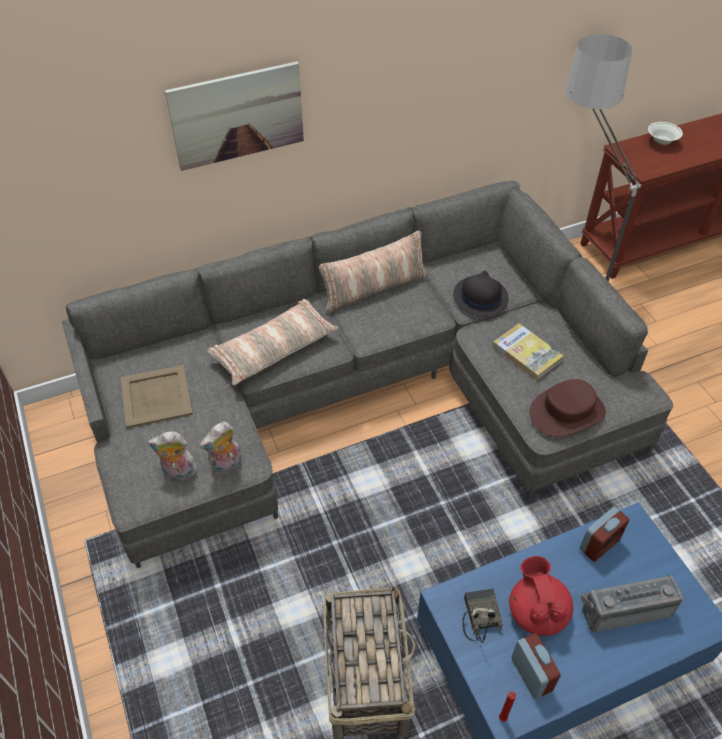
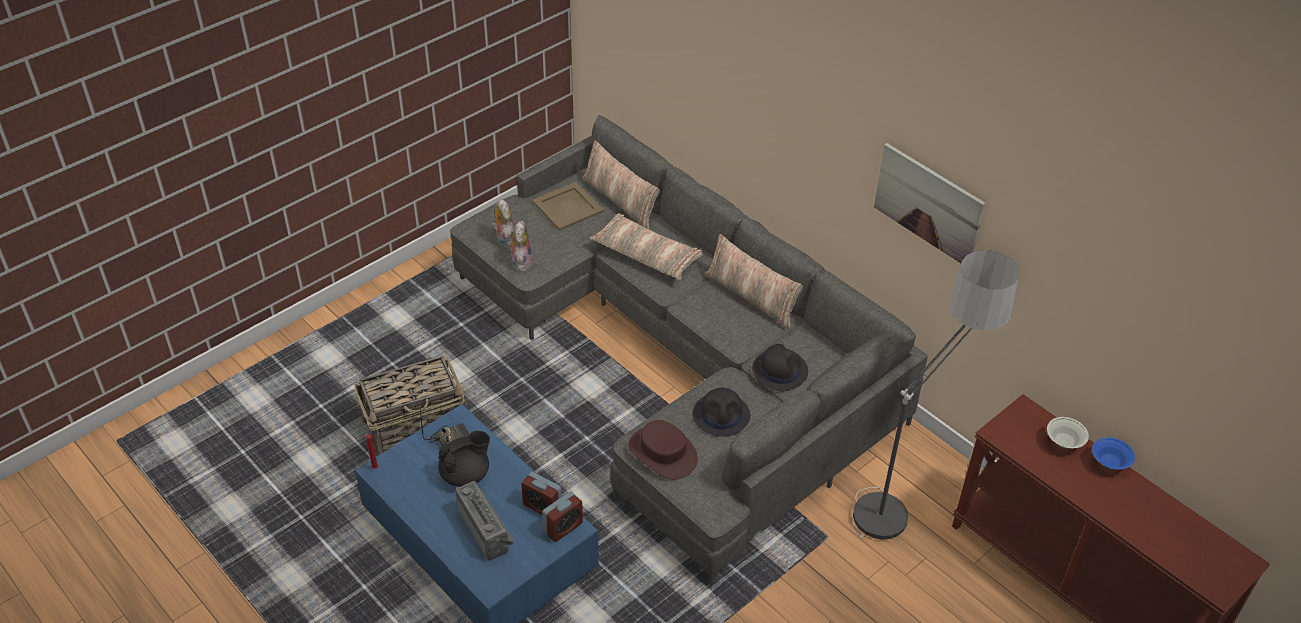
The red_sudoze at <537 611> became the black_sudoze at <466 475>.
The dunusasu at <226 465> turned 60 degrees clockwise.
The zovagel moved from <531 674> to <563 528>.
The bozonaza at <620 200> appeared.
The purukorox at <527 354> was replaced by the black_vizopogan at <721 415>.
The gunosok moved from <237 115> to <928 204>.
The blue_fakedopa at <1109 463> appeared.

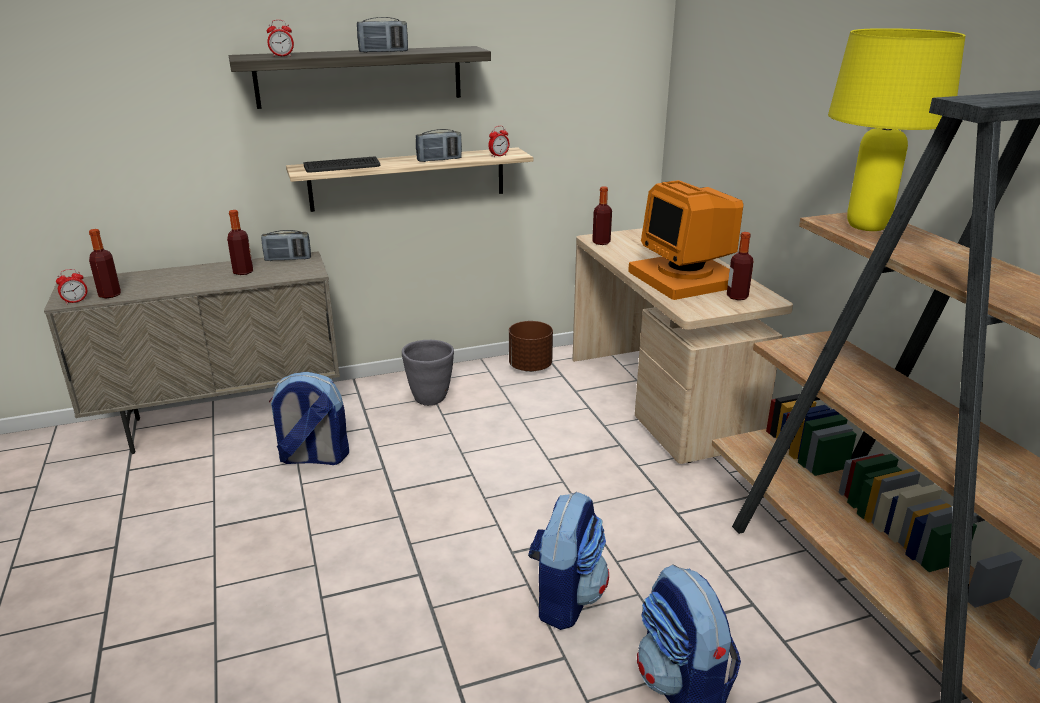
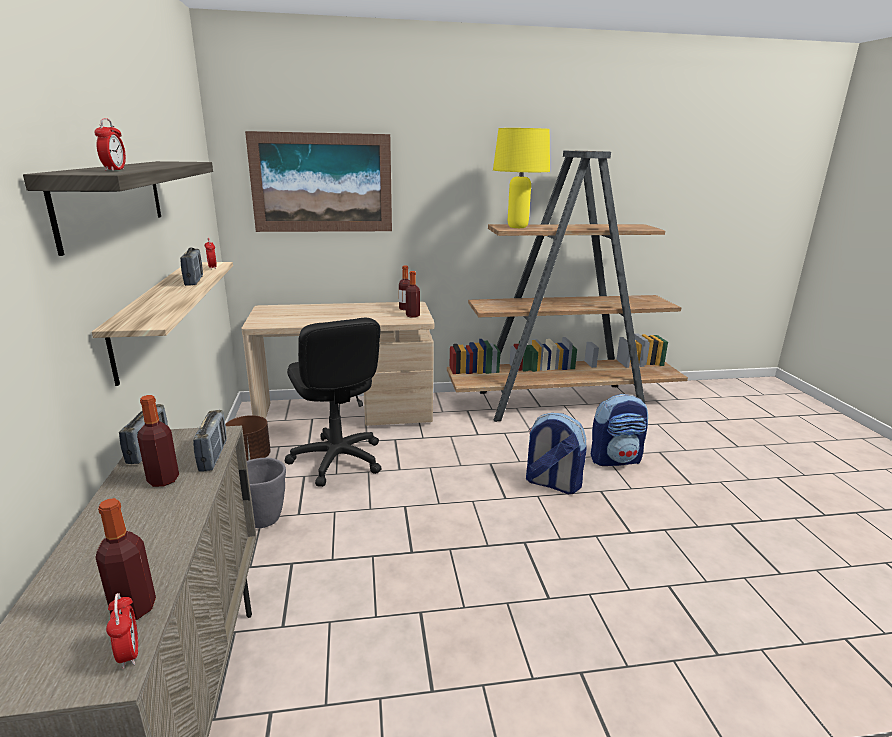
The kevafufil moved from <383 52> to <213 456>.
The gunosok at <322 183> appeared.
The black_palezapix at <337 460> appeared.
The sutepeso moved from <601 242> to <412 316>.
The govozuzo at <313 457> disappeared.
The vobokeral at <342 166> disappeared.
The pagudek at <686 278> disappeared.

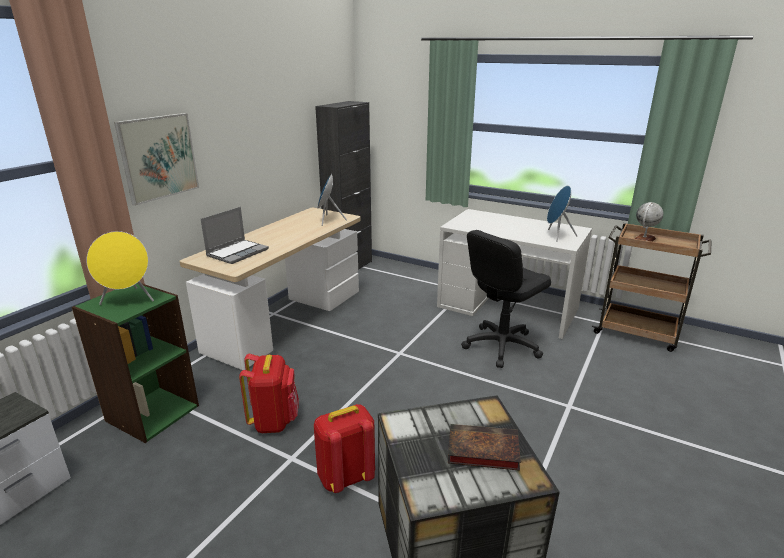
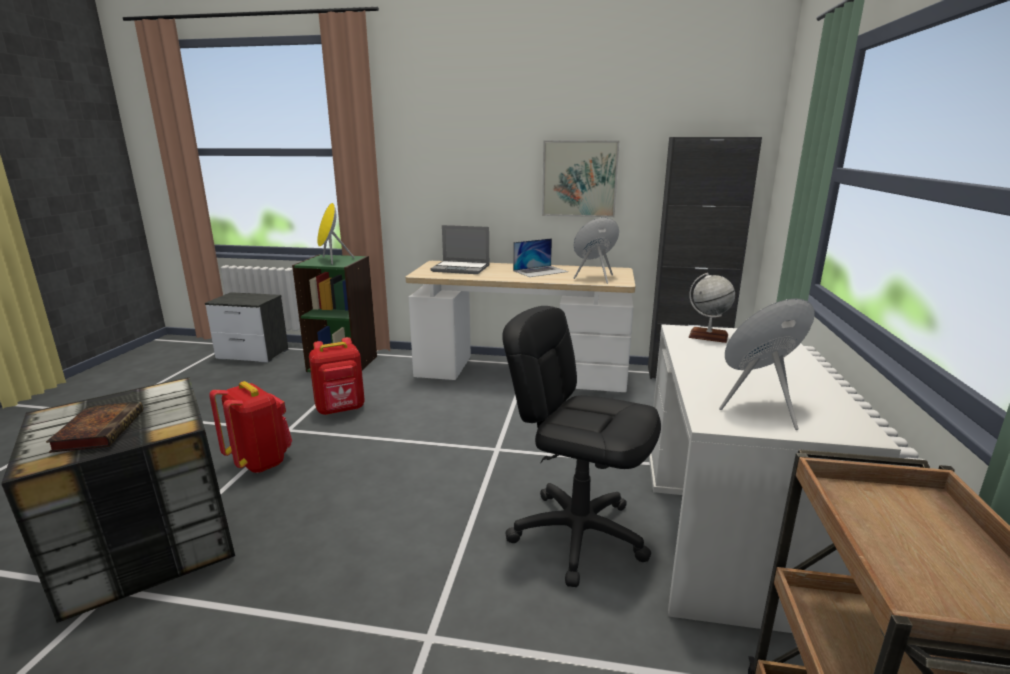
The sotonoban at <540 271> appeared.
The gunosok moved from <159 157> to <579 179>.
The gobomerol moved from <644 240> to <708 336>.

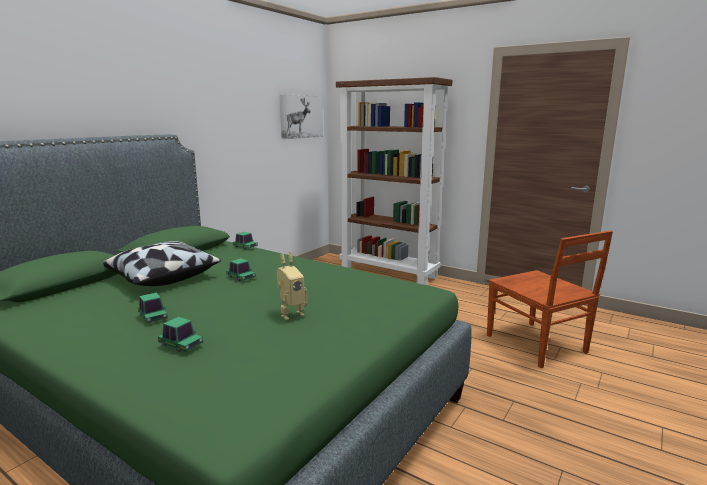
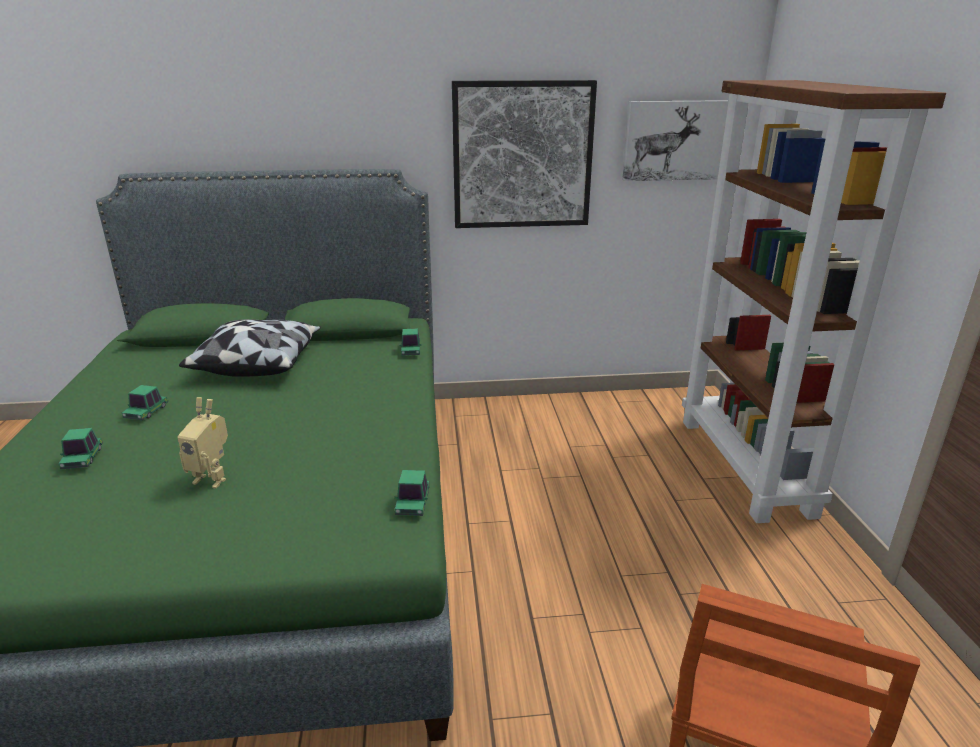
The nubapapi moved from <241 277> to <413 503>.
The gunosok at <522 155> appeared.

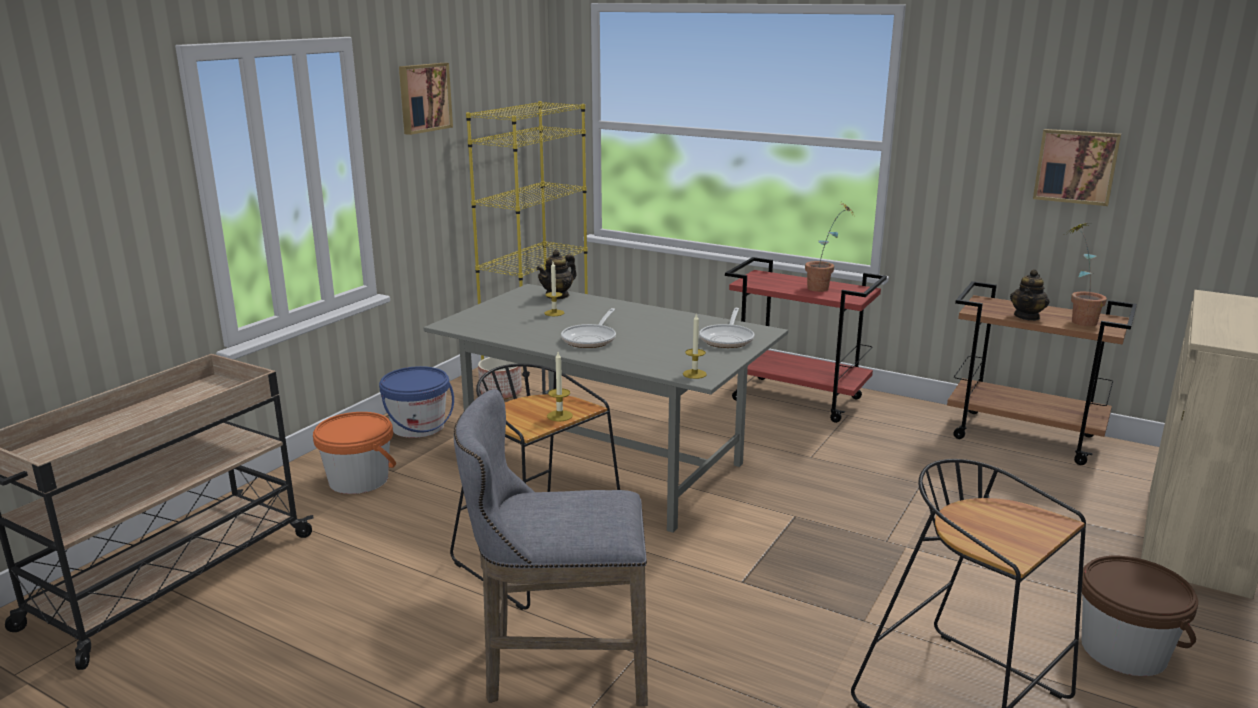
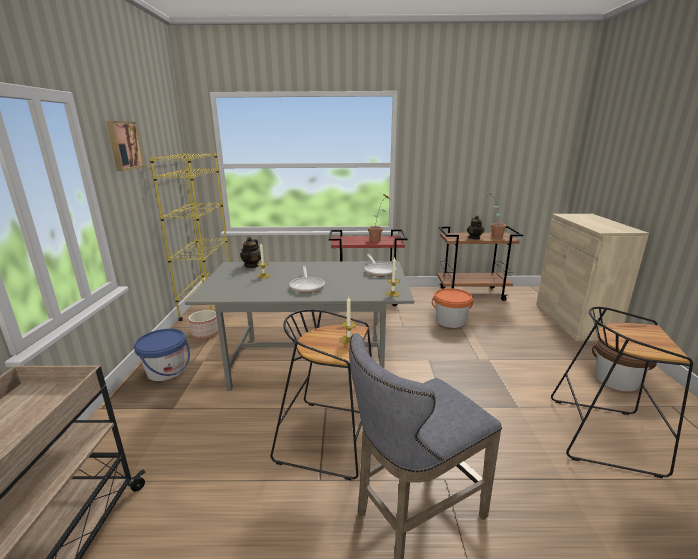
The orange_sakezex moved from <359 480> to <450 321>.
The gunosok at <1076 166> disappeared.

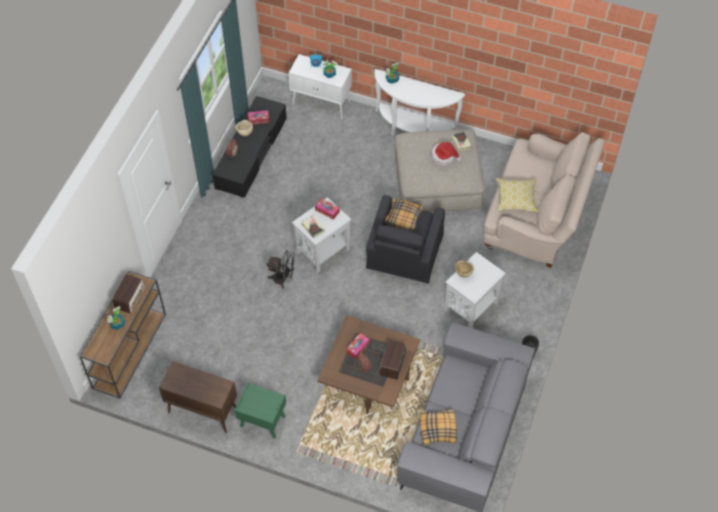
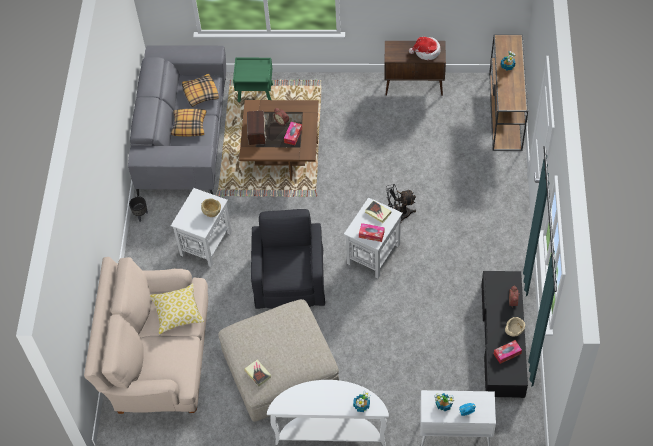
The bozonaza moved from <403 218> to <189 125>.
The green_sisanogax moved from <262 421> to <255 92>.
The vizopogan moved from <444 157> to <426 51>.
The kevafufil at <130 297> disappeared.

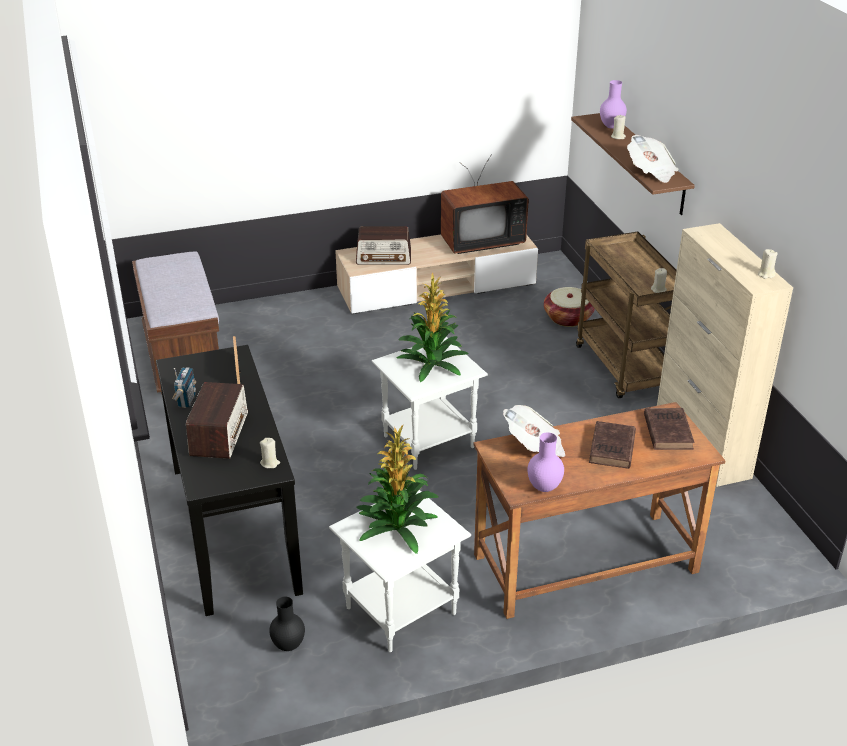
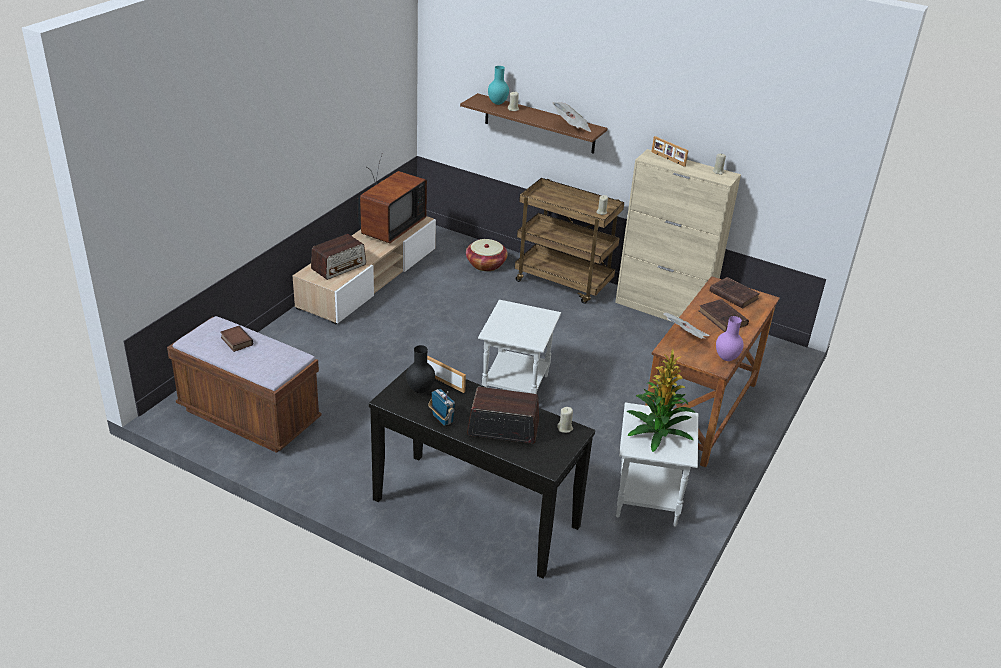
The purukorox at <235 341> appeared.
The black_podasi moved from <288 645> to <419 390>.
The kevafufil at <219 434> turned 45 degrees counterclockwise.
The purple_podasi at <612 127> became the turquoise_podasi at <498 103>.
The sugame at <667 159> appeared.
The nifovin at <433 365> disappeared.

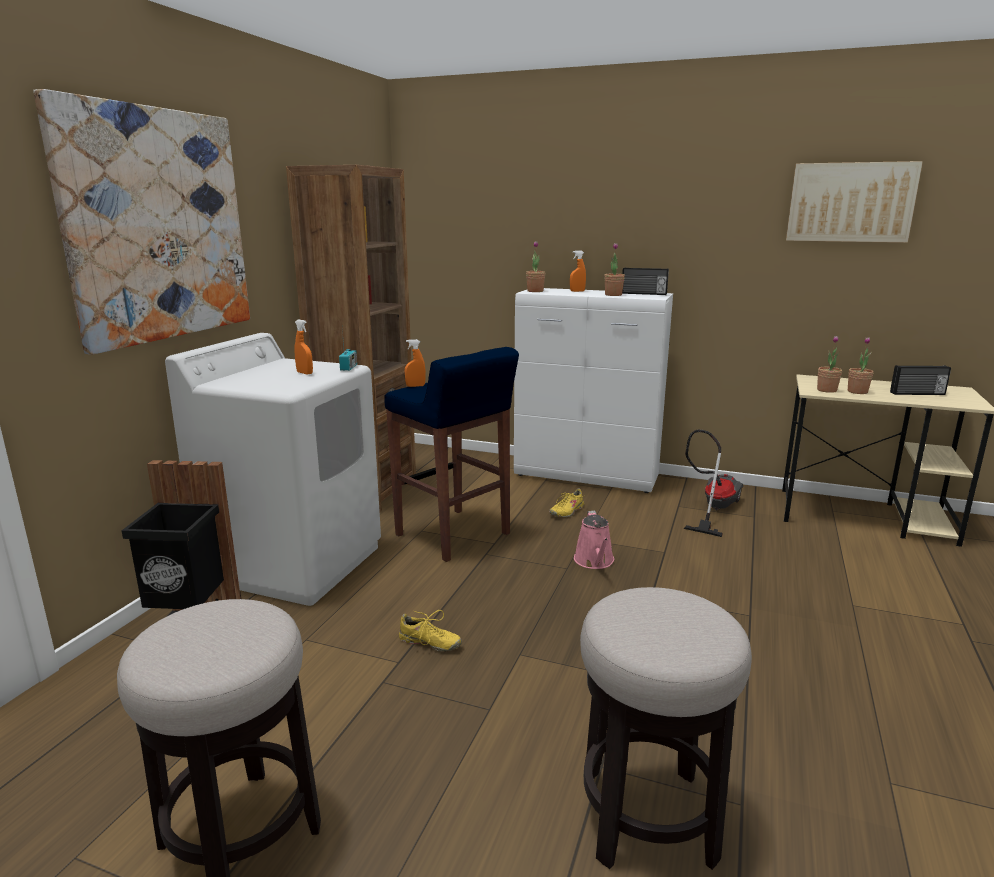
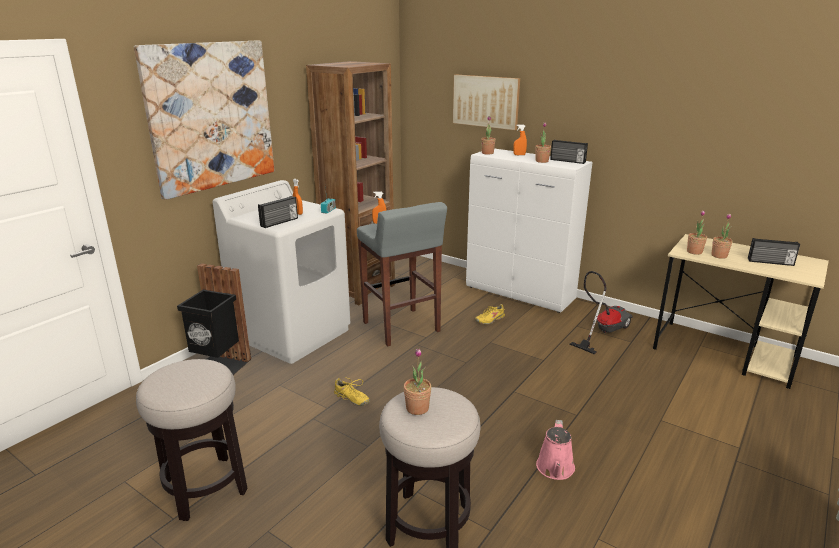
The kevafufil at <279 222> appeared.
The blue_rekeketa at <453 535> became the grey_rekeketa at <401 328>.
The nifovin at <417 408> appeared.
The gunosok moved from <850 202> to <486 101>.
The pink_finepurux moved from <594 561> to <555 469>.

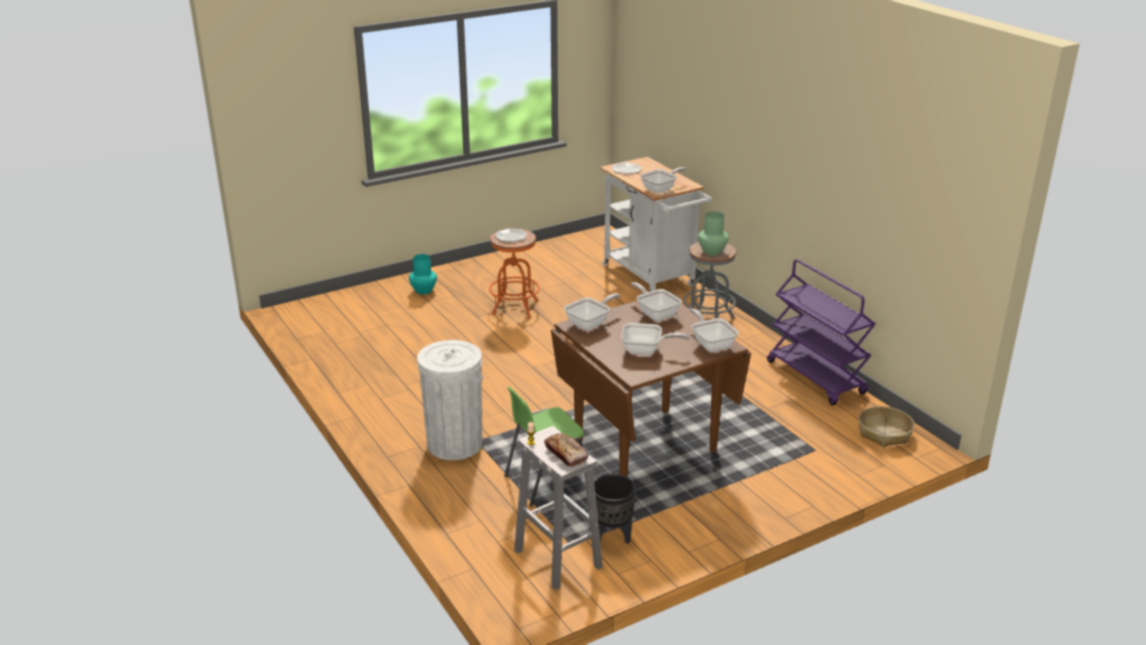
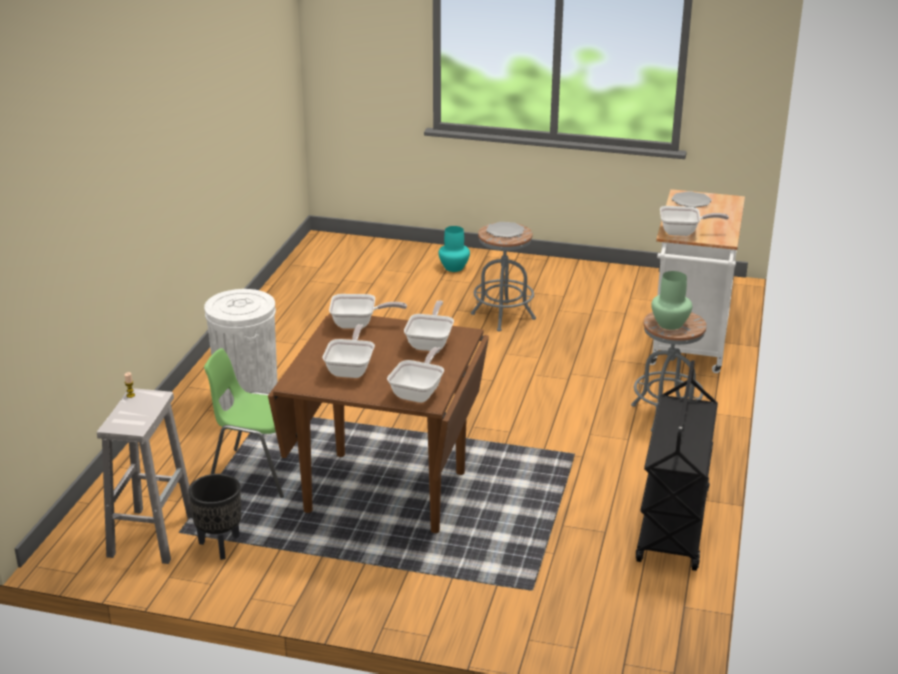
The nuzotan at <646 350> turned 135 degrees counterclockwise.
The orange_rekeketa at <515 307> became the grey_rekeketa at <503 316>.
The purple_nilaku at <816 378> became the black_nilaku at <674 527>.
The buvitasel at <566 453> disappeared.
The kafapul at <884 433> disappeared.

